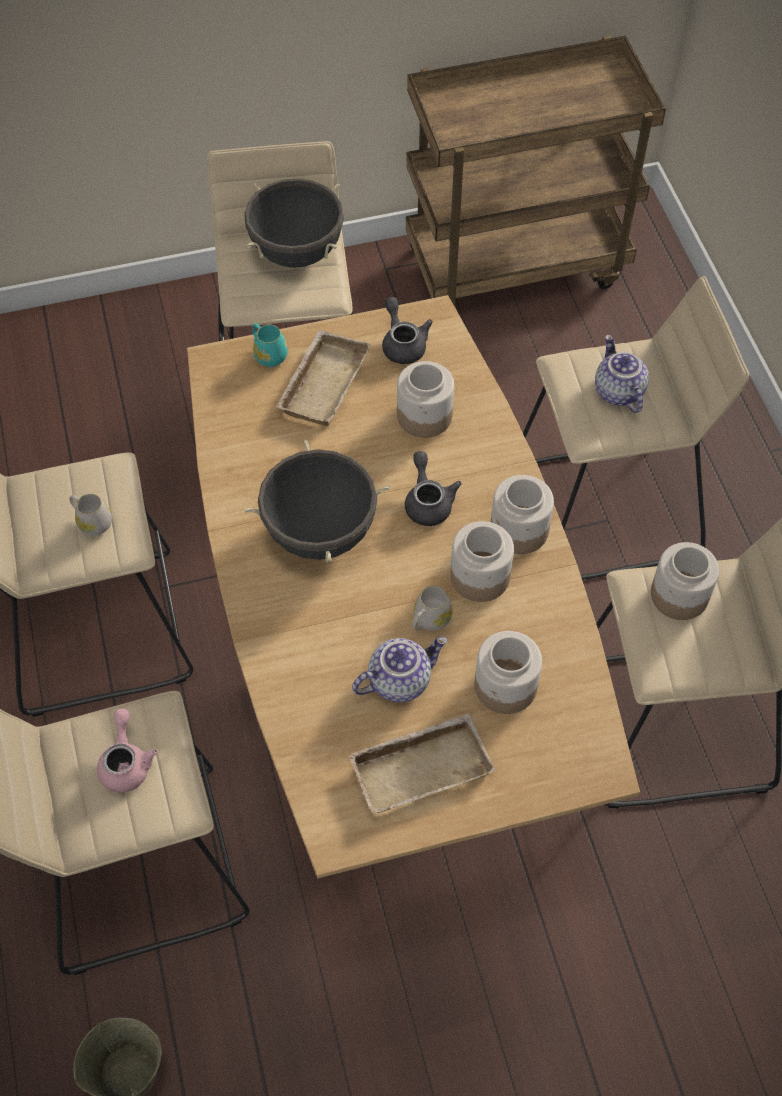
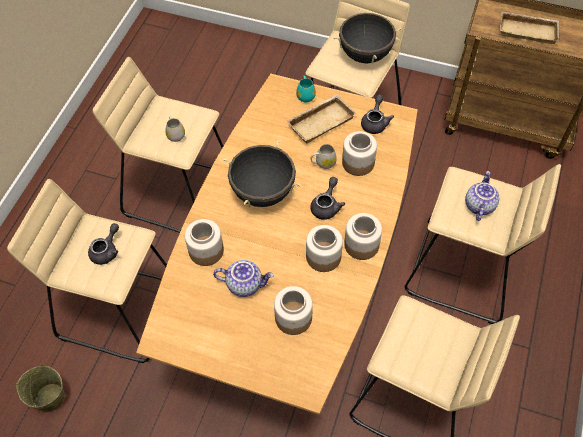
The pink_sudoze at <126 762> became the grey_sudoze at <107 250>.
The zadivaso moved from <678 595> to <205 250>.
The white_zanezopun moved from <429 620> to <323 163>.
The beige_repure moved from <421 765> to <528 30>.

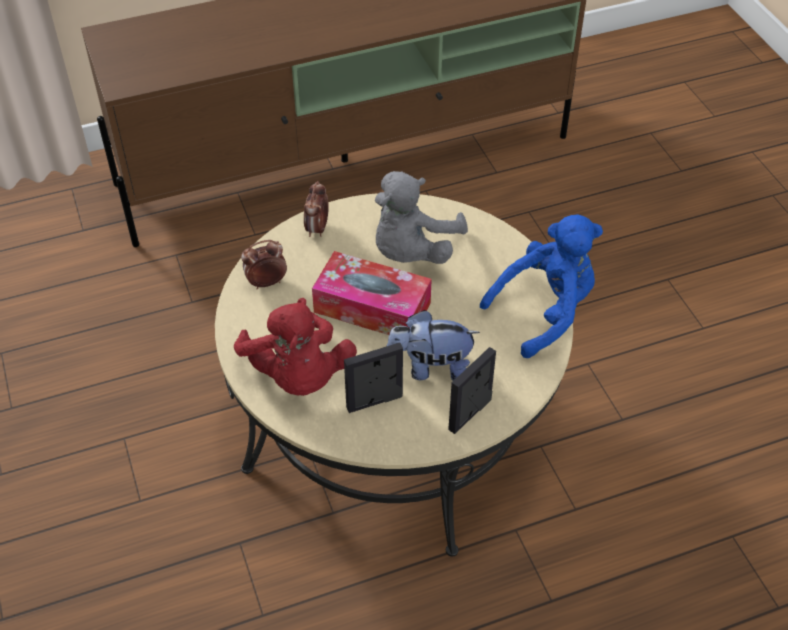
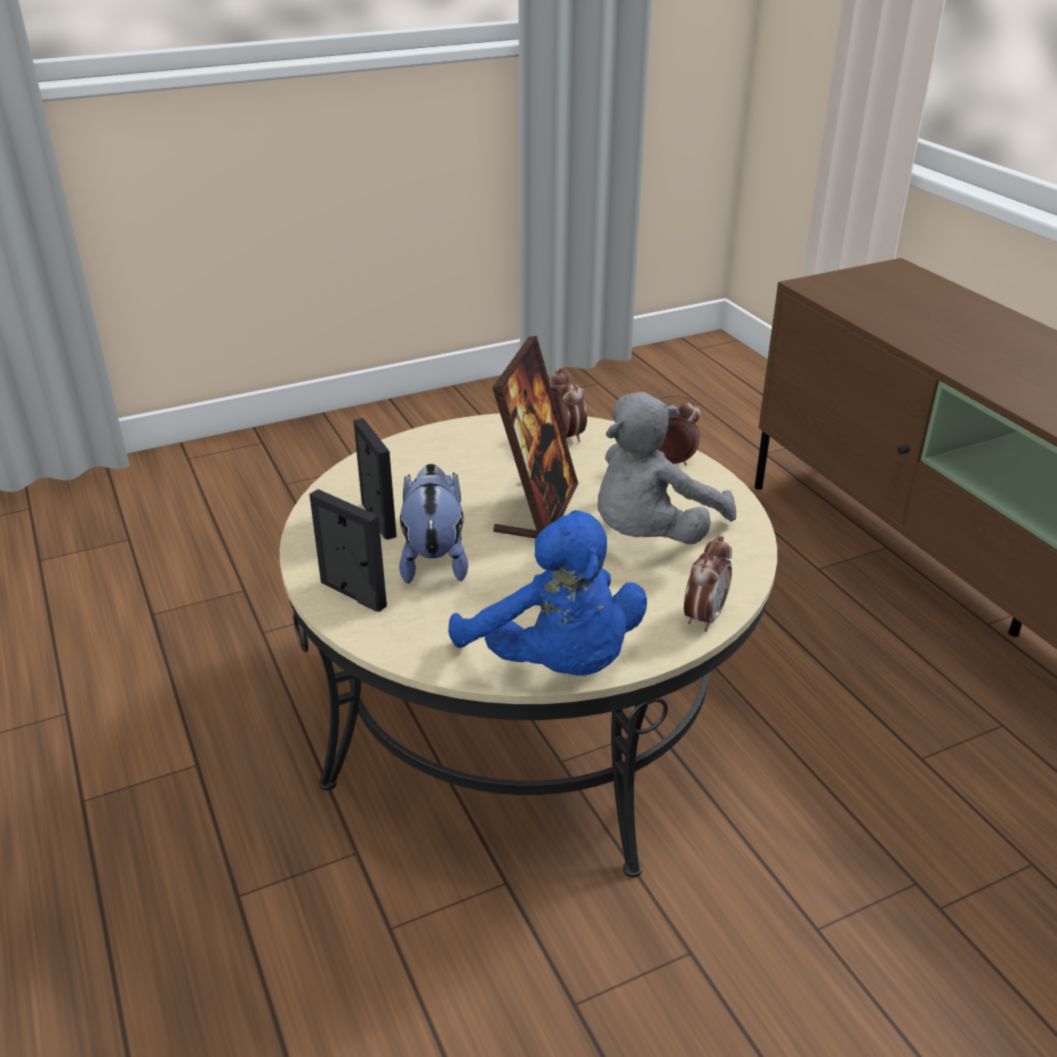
The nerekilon at <372 307> was replaced by the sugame at <536 509>.
The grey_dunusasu at <412 251> turned 75 degrees counterclockwise.
The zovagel at <704 617> appeared.
The red_dunusasu at <298 376> disappeared.

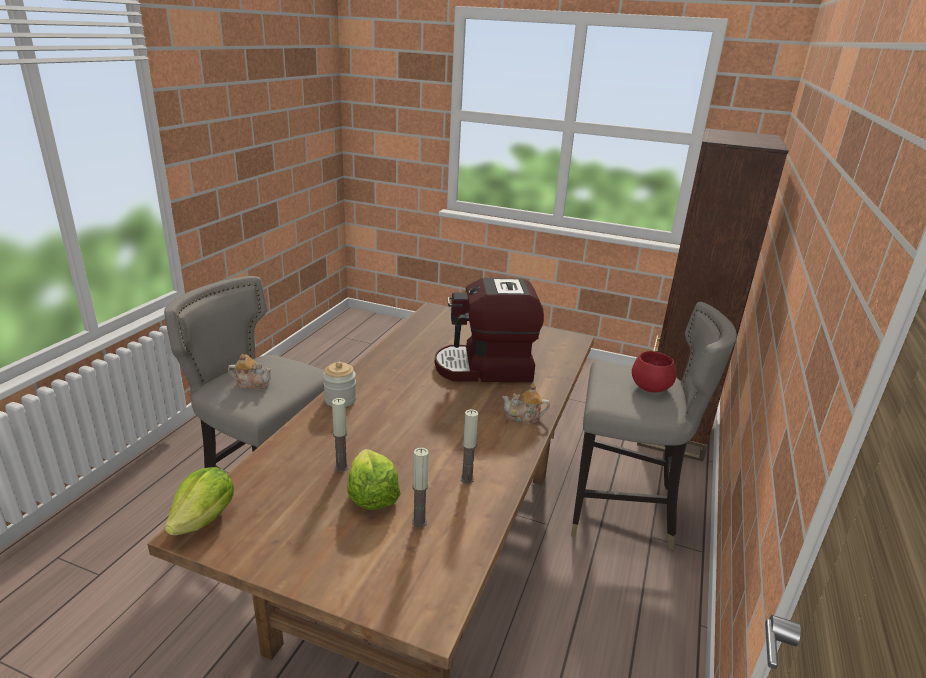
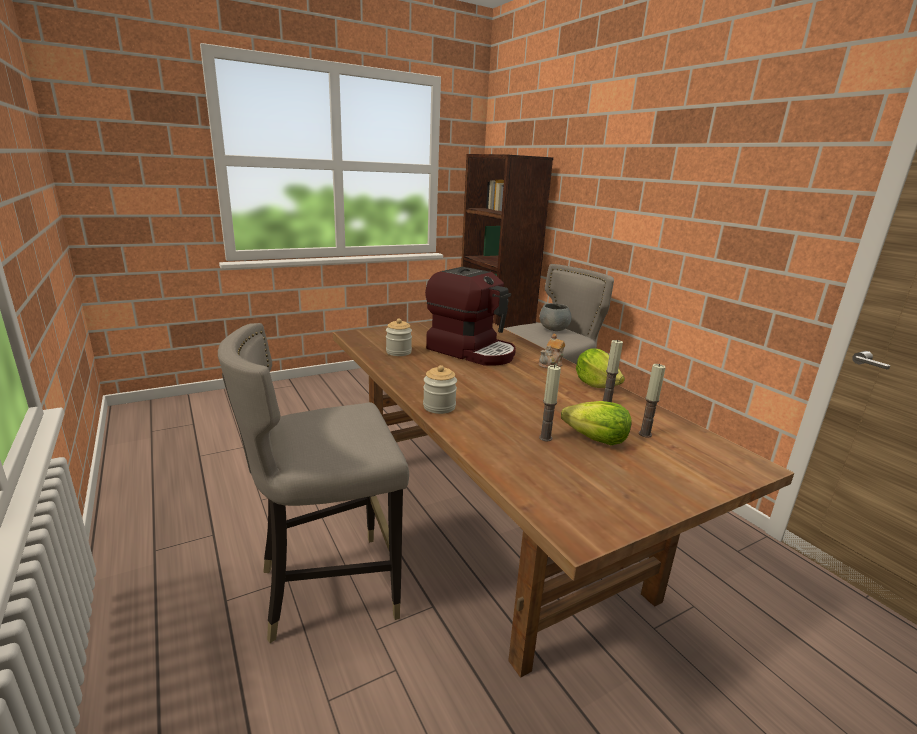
The zadivaso at <398 352> appeared.
The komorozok at <486 368> turned 90 degrees counterclockwise.
The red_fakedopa at <651 387> became the grey_fakedopa at <554 329>.
The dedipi moved from <205 519> to <596 384>.
The sudoze at <252 383> disappeared.

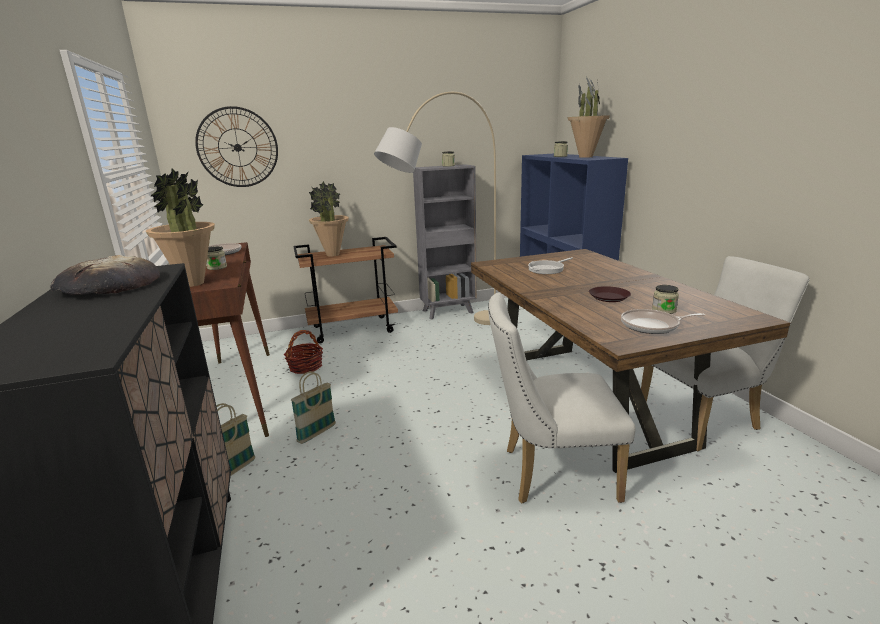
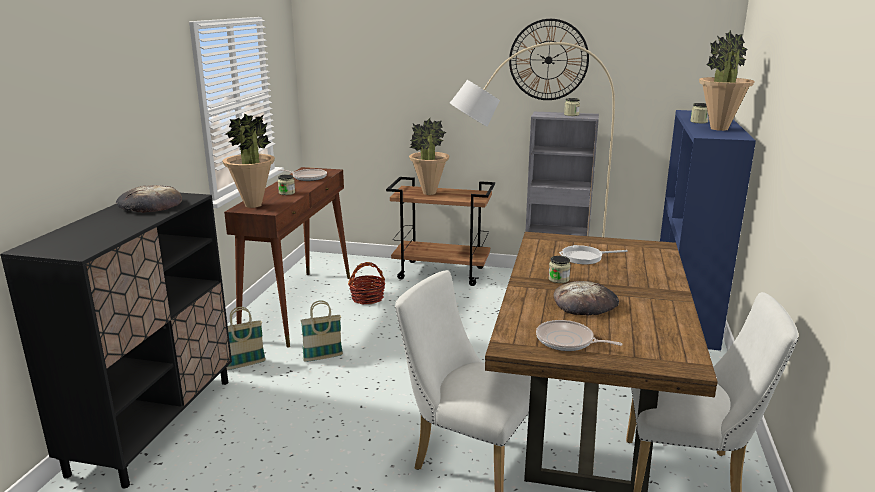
The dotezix moved from <237 147> to <548 60>.
The zadivaso moved from <664 310> to <558 279>.
The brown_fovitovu at <609 297> was replaced by the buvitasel at <585 303>.

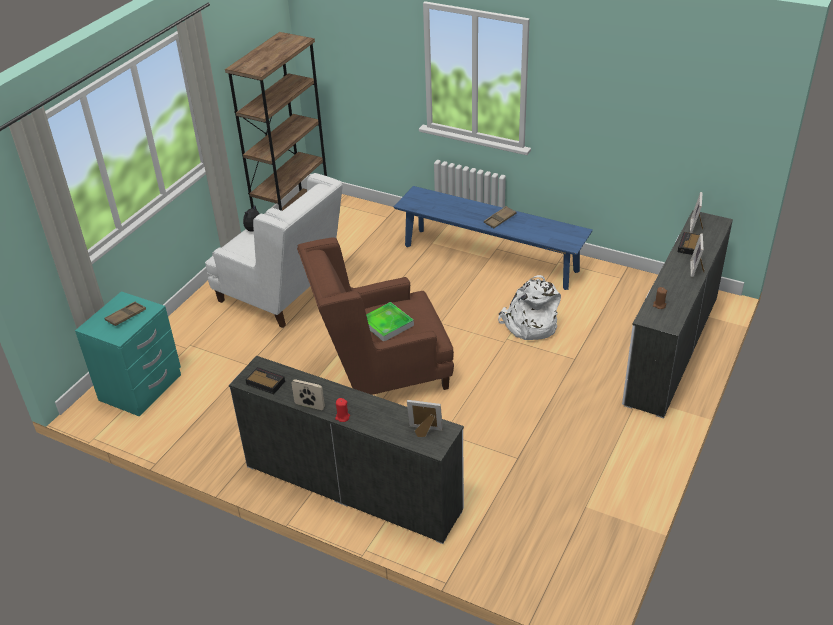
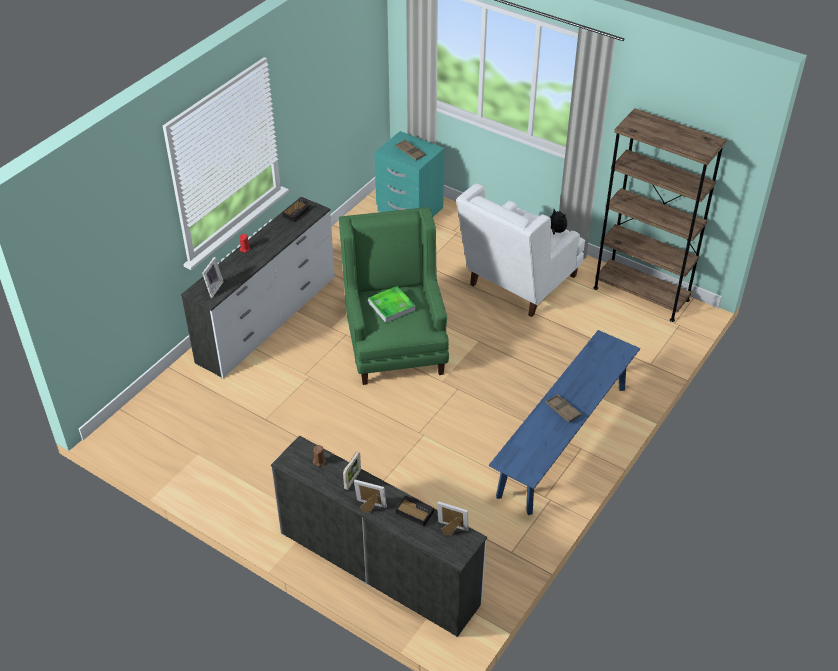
The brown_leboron at <381 373> became the green_leboron at <394 343>.
The sugame moved from <309 406> to <352 480>.
The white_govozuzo at <529 325> disappeared.

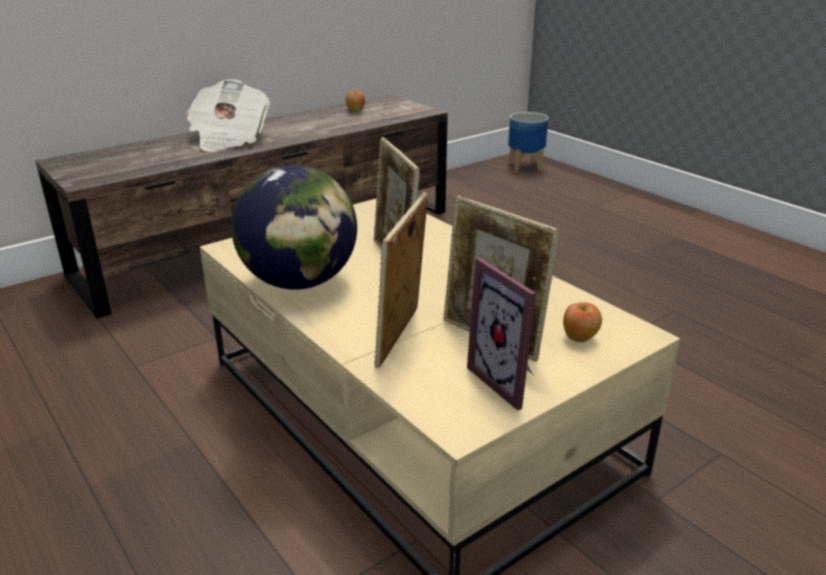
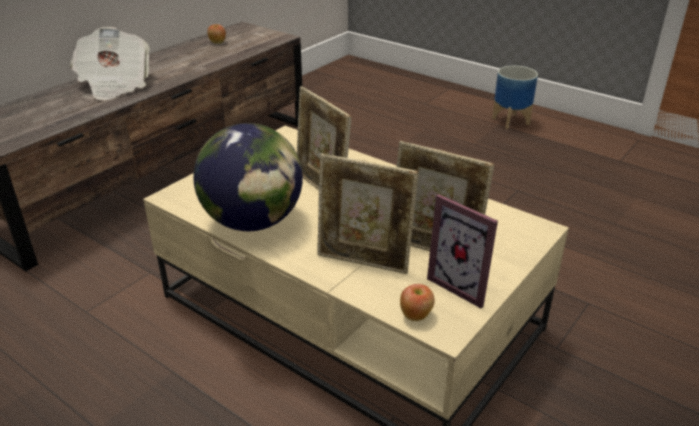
The sugame at <401 338> turned 75 degrees counterclockwise.
The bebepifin moved from <580 338> to <416 315>.
The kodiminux moved from <525 166> to <510 121>.

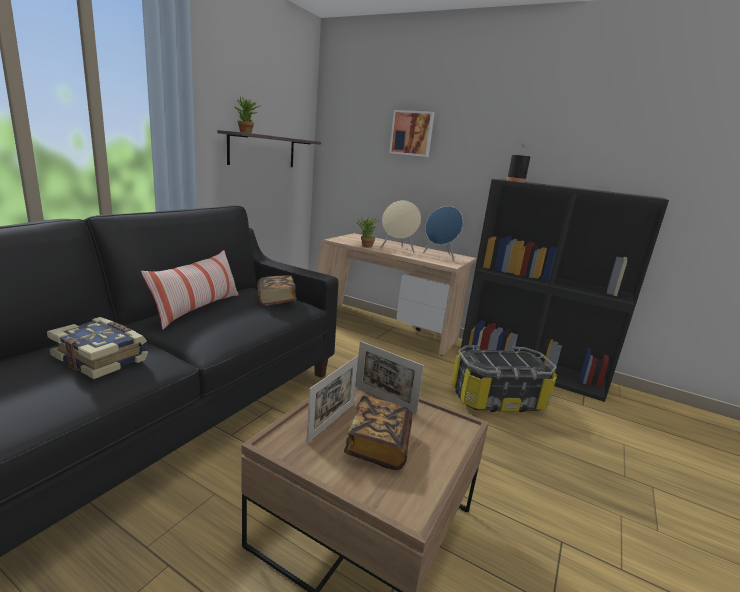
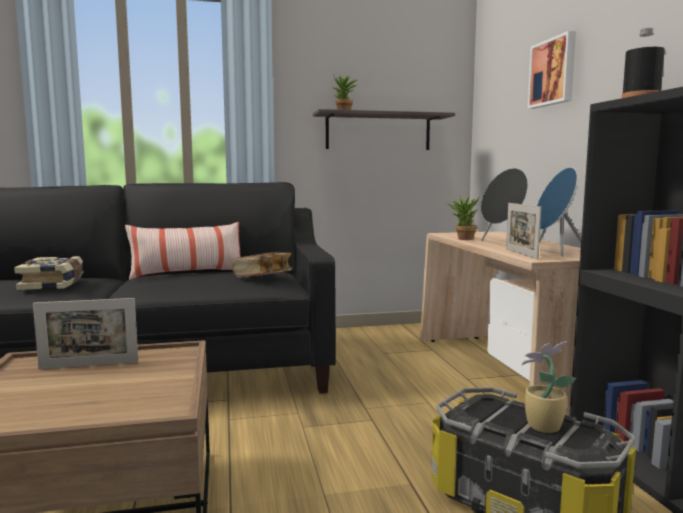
The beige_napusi at <398 249> became the black_napusi at <504 243>.
The sugame moved from <384 399> to <521 254>.
The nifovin at <541 426> appeared.
The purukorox at <378 445> disappeared.

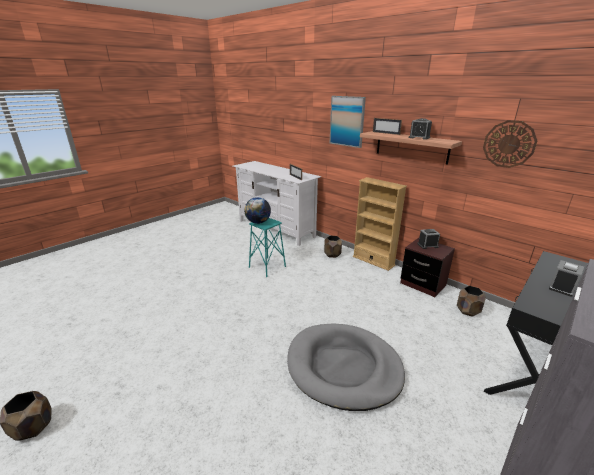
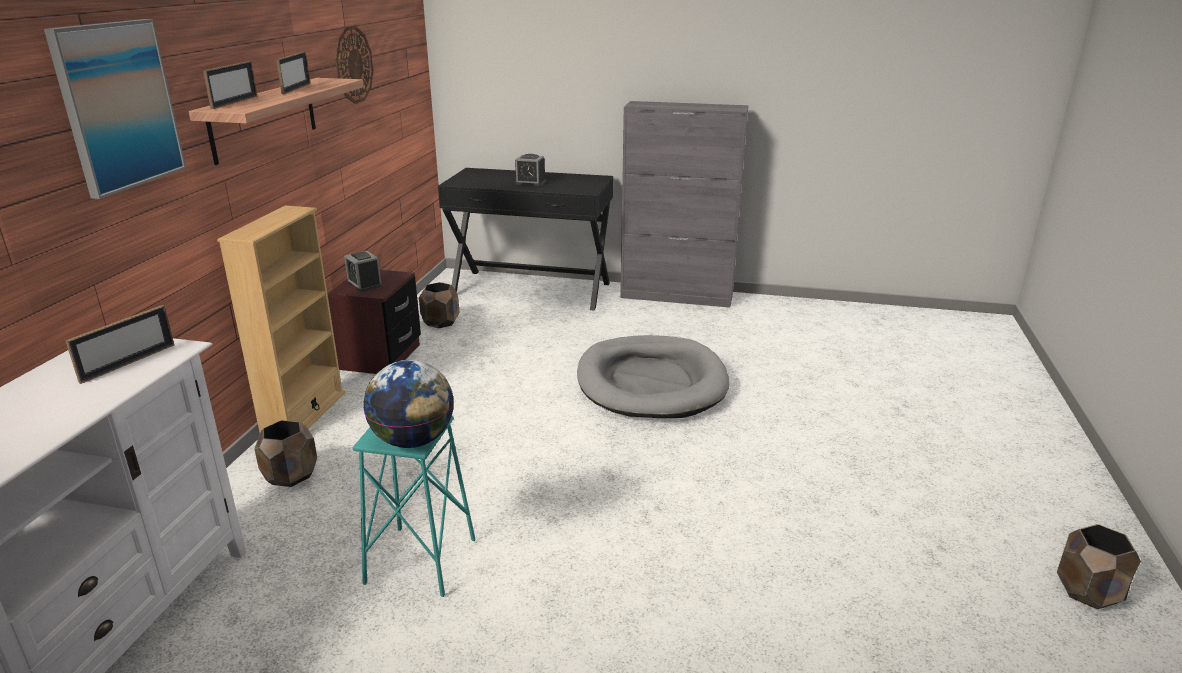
The zovagel at <419 137> was replaced by the sugame at <296 88>.

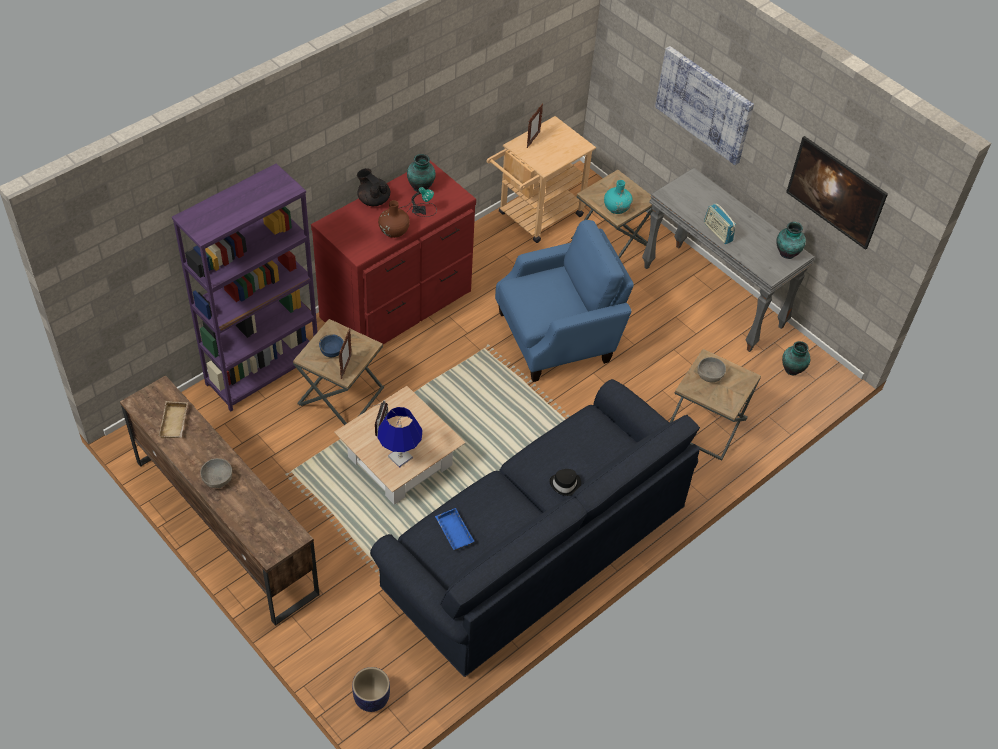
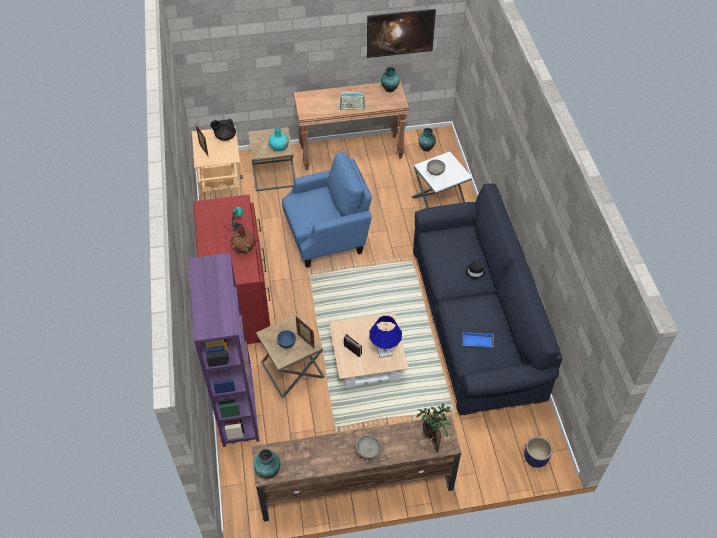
The black_sudoze moved from <373 200> to <225 137>.
The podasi moved from <421 187> to <268 470>.
The blue_leboron at <557 336> turned 60 degrees clockwise.
The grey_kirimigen at <713 296> became the brown_kirimigen at <351 152>.
The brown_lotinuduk at <706 425> became the white_lotinuduk at <439 203>.
The nifovin at <432 439> appeared.
The beige_repure at <175 423> disappeared.
The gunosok at <705 104> disappeared.

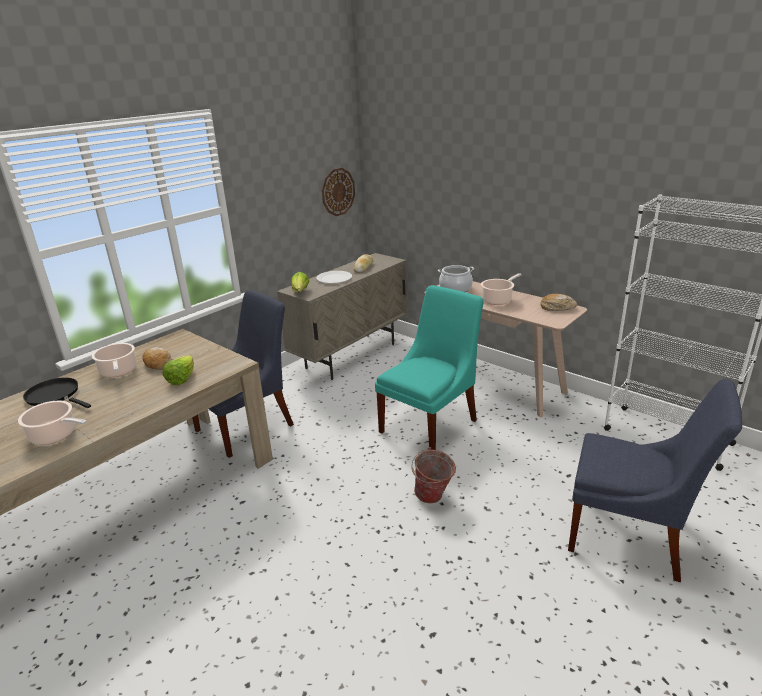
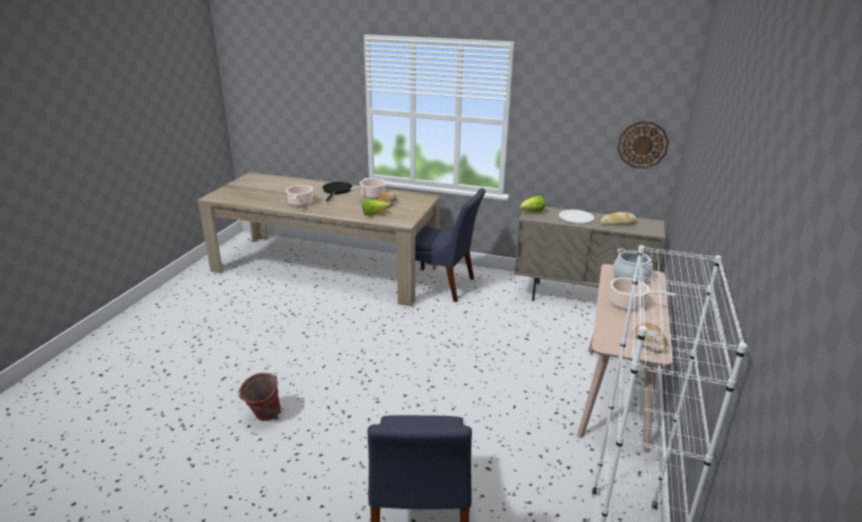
The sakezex moved from <433 498> to <263 416>.
The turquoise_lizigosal at <431 424> disappeared.

